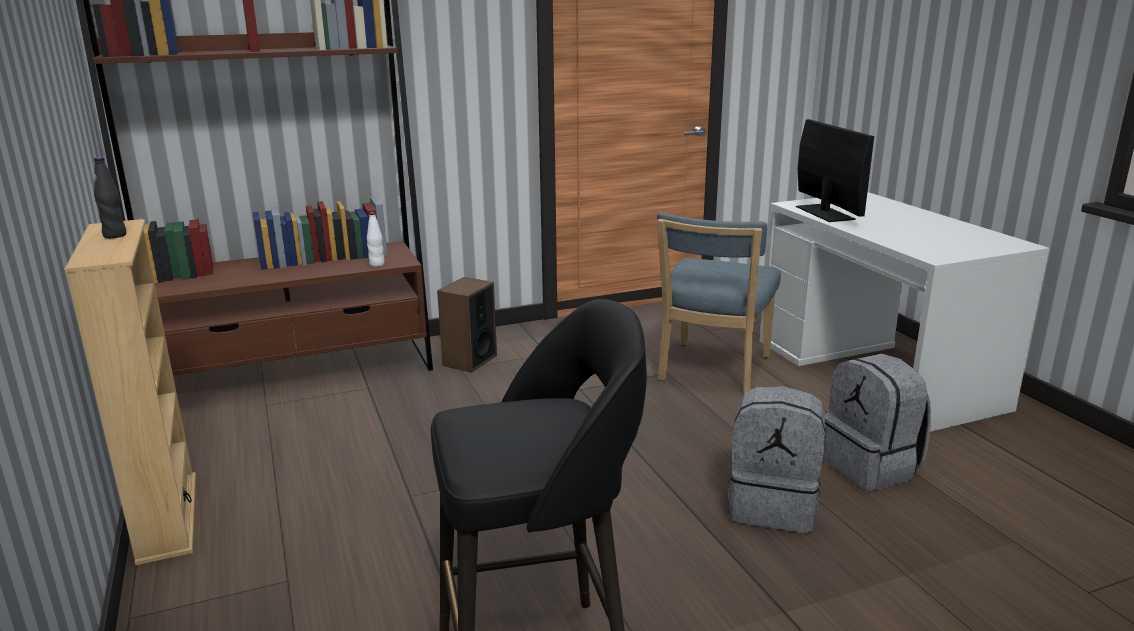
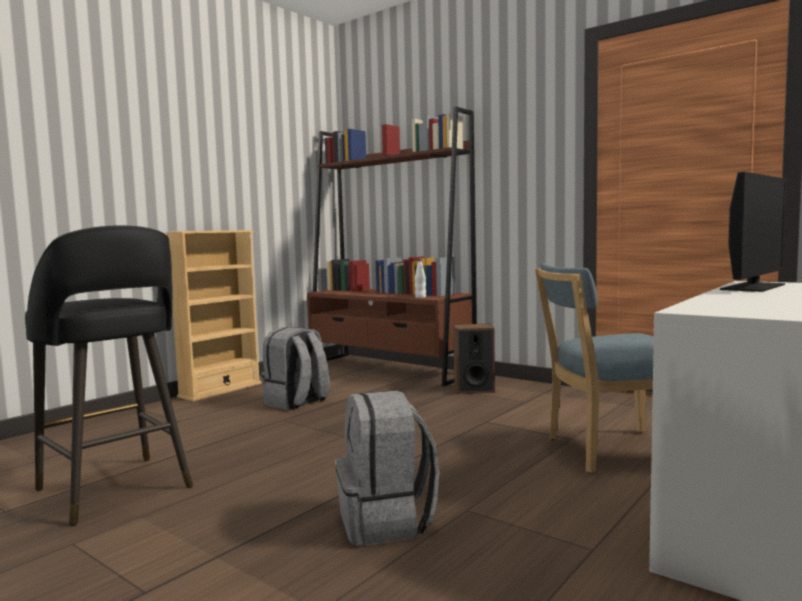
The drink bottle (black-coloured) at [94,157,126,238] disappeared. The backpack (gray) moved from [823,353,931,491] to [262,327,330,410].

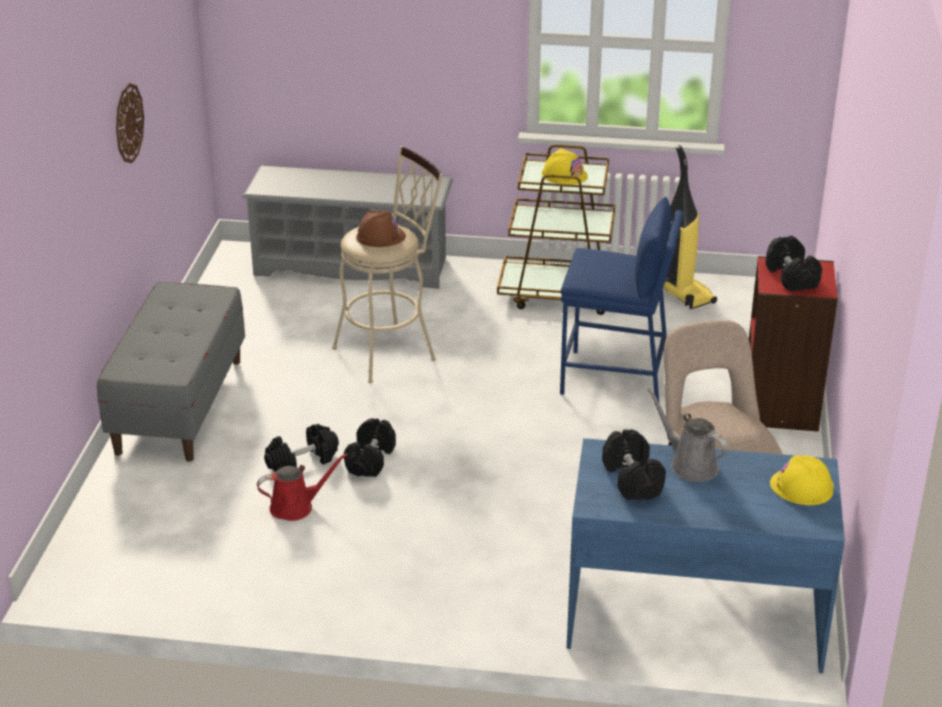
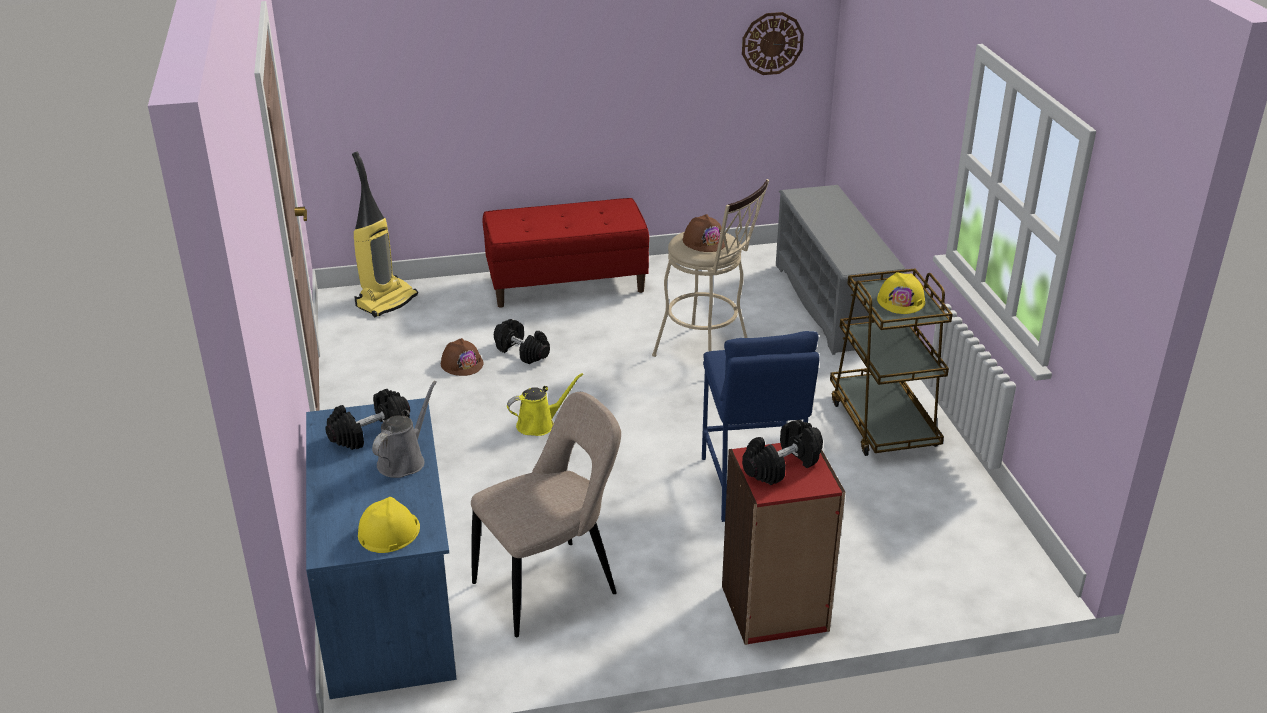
The long seat (gray) at [97,282,245,462] became the long seat (red) at [483,198,649,308]. The hanging clock moved from [116,83,144,163] to [742,12,804,75]. The sprinkling can (red) at [257,453,348,521] was replaced by the work helmet (brown) at [441,338,483,376]. The free weight (black-coloured) at [344,418,396,477] disappeared. The vacuum cleaner moved from [663,145,717,309] to [352,152,418,317]. The sprinkling can (yellowish) at [507,373,583,436] appeared.

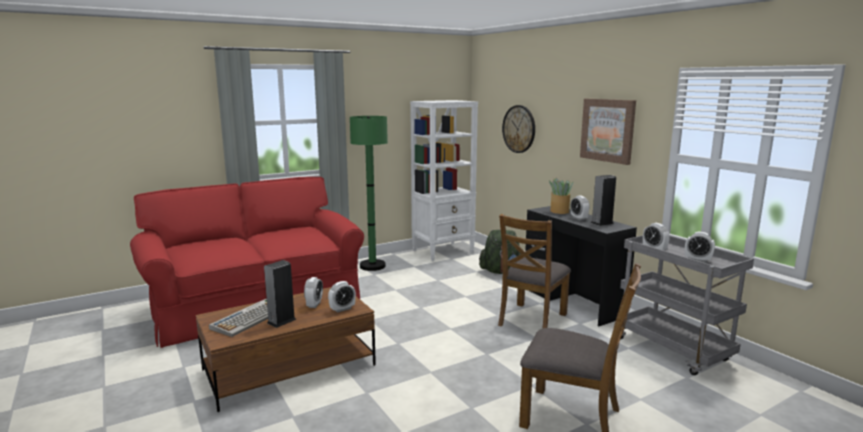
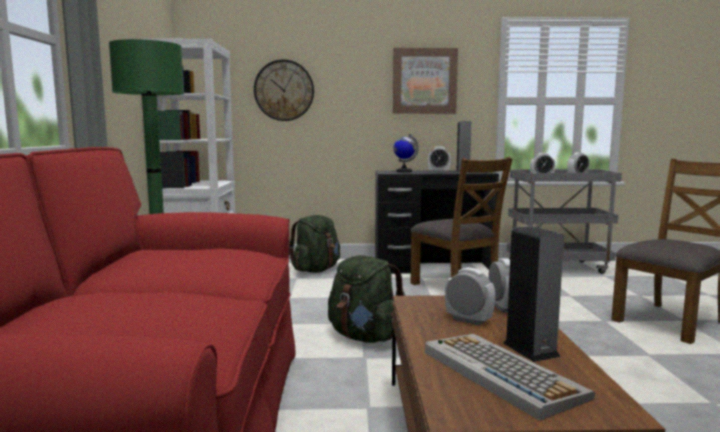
The plant in a pot at [549,177,574,214] was replaced by the world globe at [394,134,419,172]. The backpack (green-coloured) at [328,255,406,343] appeared.

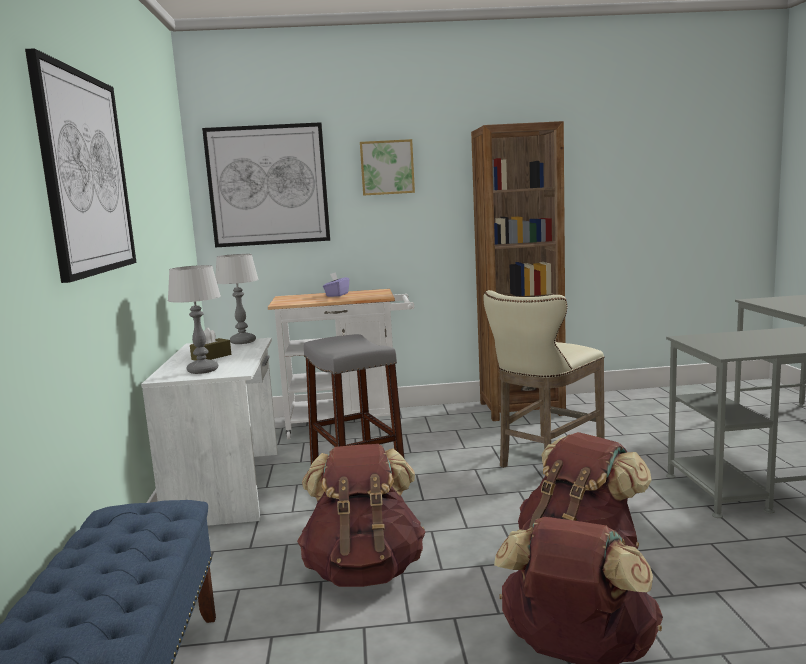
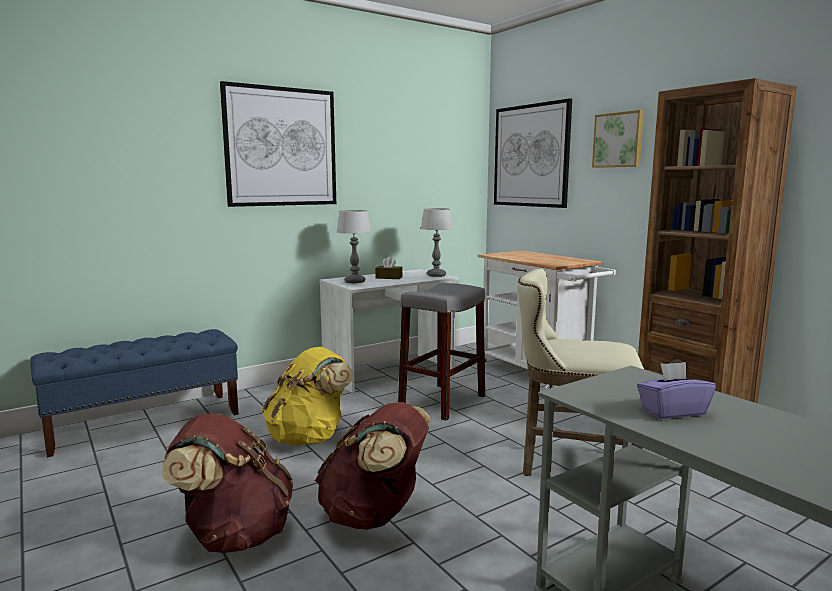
The backpack (brown) at [297,444,425,587] became the backpack (yellowish) at [262,347,354,446]. The tissue box (purple-coloured) moved from [323,272,349,297] to [637,362,716,419].

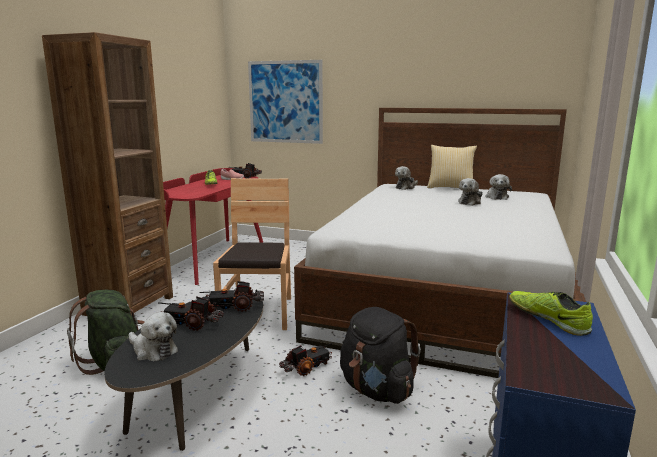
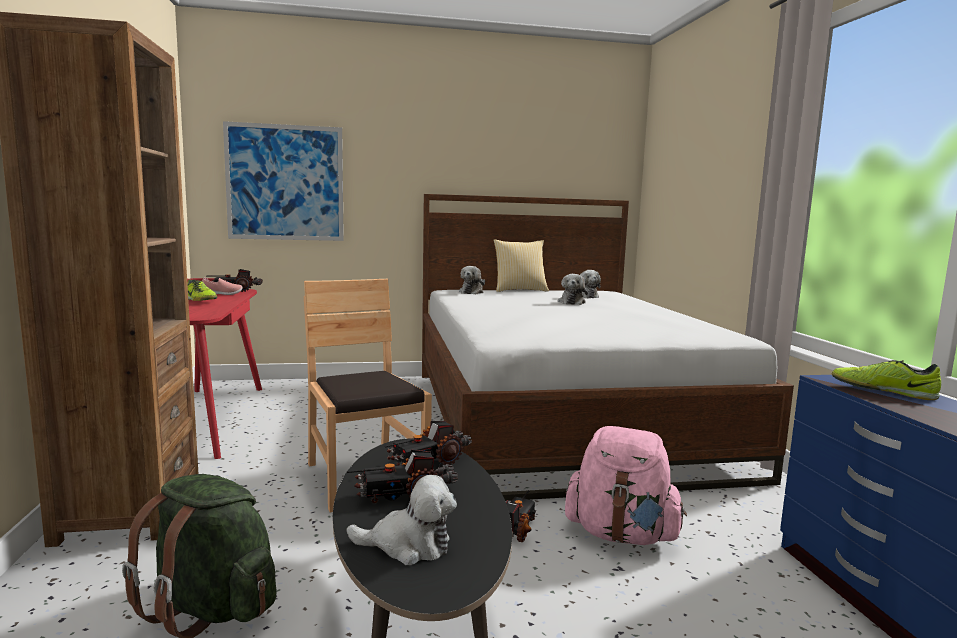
The backpack (black-coloured) at [340,307,421,404] became the backpack (pinkish) at [565,426,687,545].

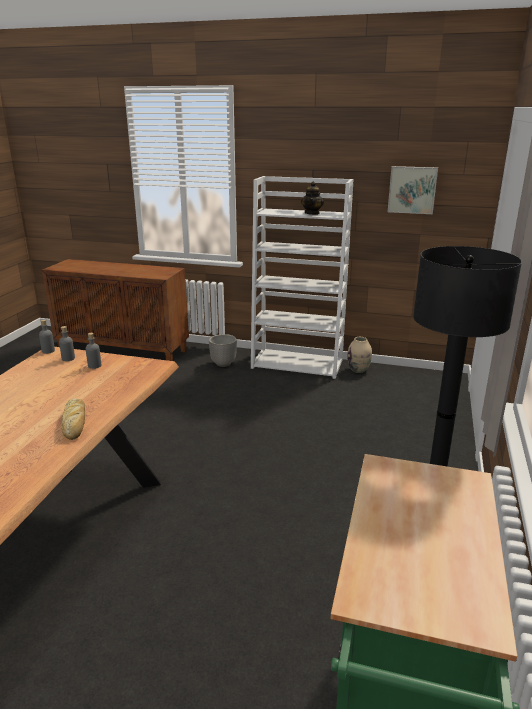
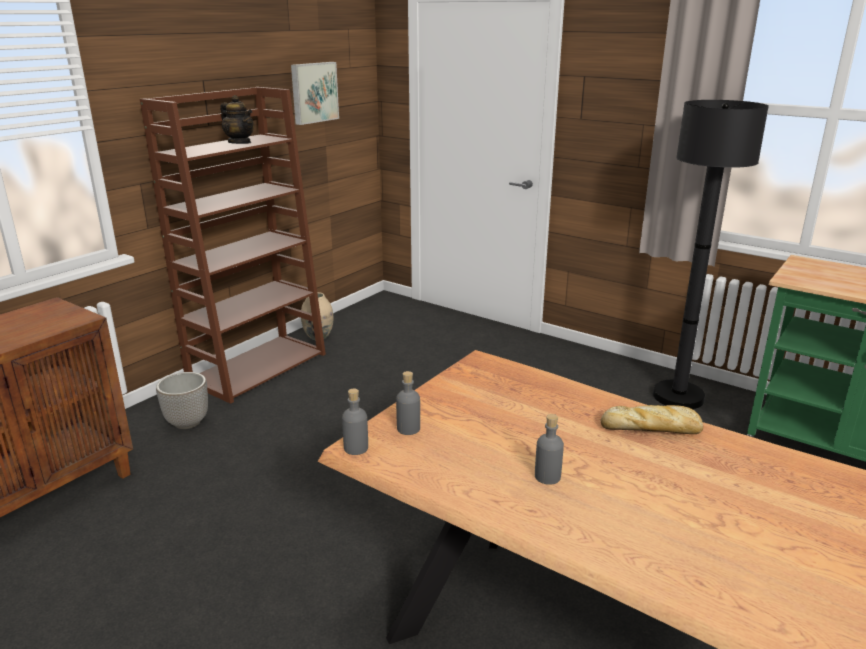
The drink bottle (gray) moved from [86,333,101,369] to [535,414,564,485]. The shelving unit (whitish) at [251,176,354,379] became the shelving unit (brown) at [140,87,326,404].

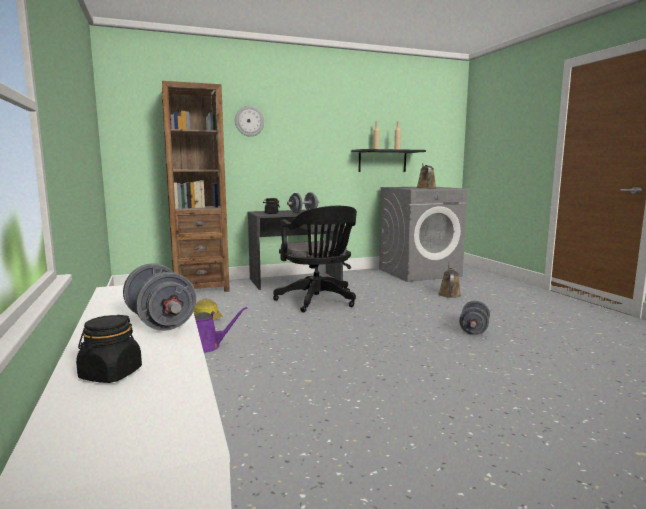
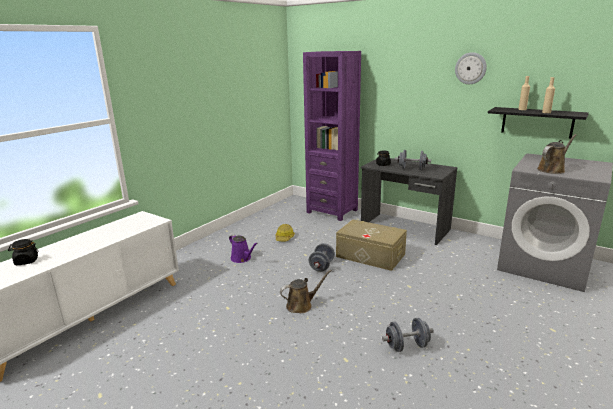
The free weight (gray) moved from [123,263,197,331] to [309,243,335,272]. The shelving unit (brown) at [161,81,230,292] became the shelving unit (purple-coloured) at [303,51,361,221]. The hanging clock moved from [235,106,264,137] to [455,52,487,84]. The office chair (black-coloured) at [273,206,357,312] was replaced by the storage box (beige-coloured) at [336,219,407,271]. The sprinkling can (brown) moved from [438,261,461,298] to [280,270,332,313].

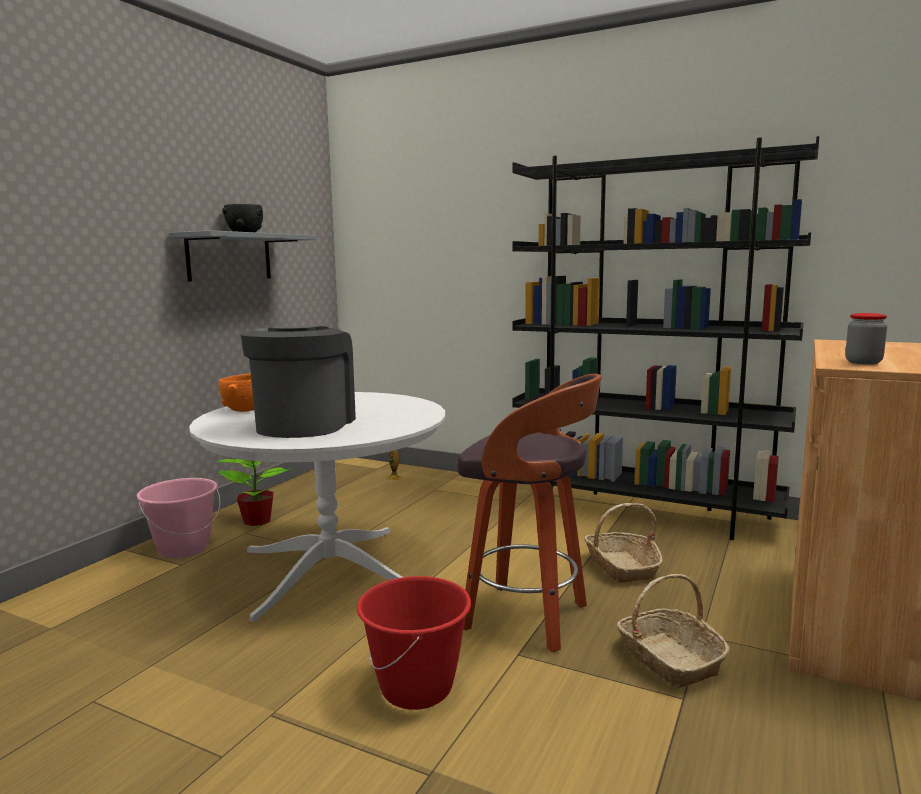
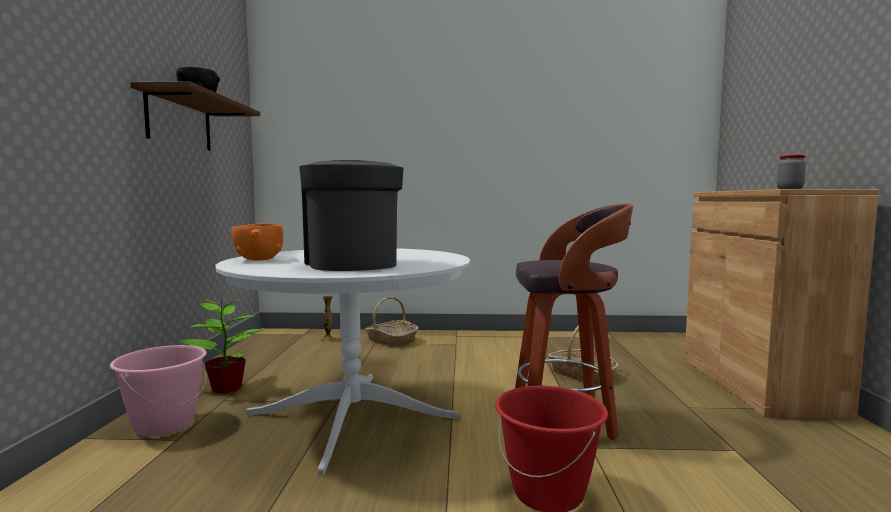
The wall shelf (gray) at [169,230,315,282] became the wall shelf (brown) at [130,81,260,151]. The shelving unit (black-coloured) at [512,136,819,540] disappeared. The basket moved from [617,574,730,688] to [365,297,419,347].

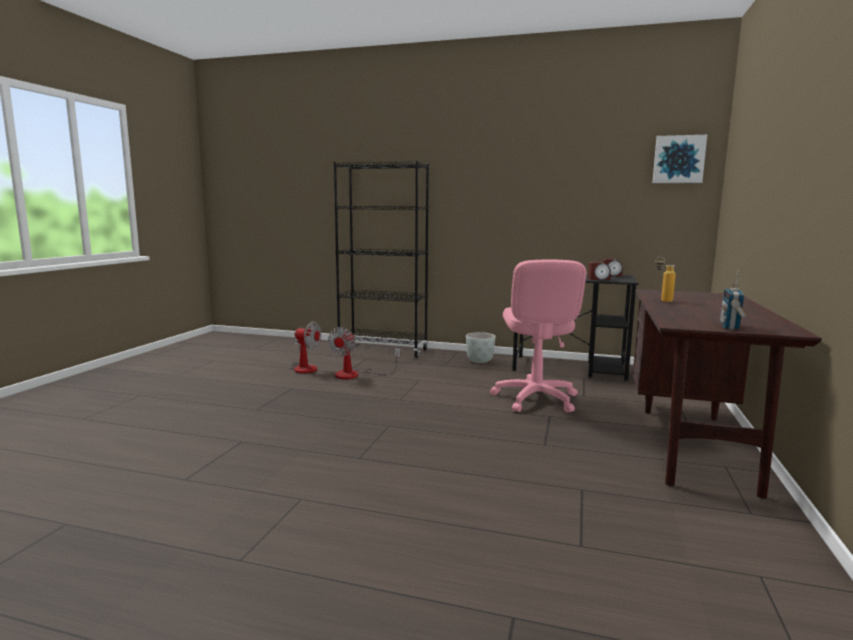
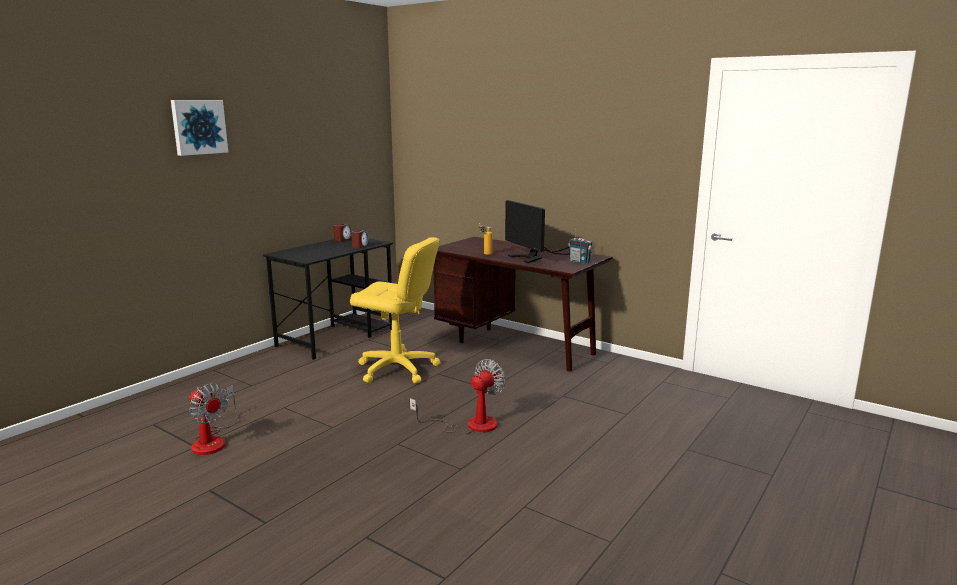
The electric fan moved from [290,321,322,373] to [410,359,506,434]. The shelving unit (black-coloured) at [333,161,429,358] disappeared. The flower pot (gray) at [466,332,496,363] disappeared. The office chair (pinkish) at [490,259,586,412] became the office chair (yellowish) at [350,237,440,384]. The wall art moved from [652,135,707,183] to [171,100,228,156]. The computer display at [505,200,570,263] appeared.

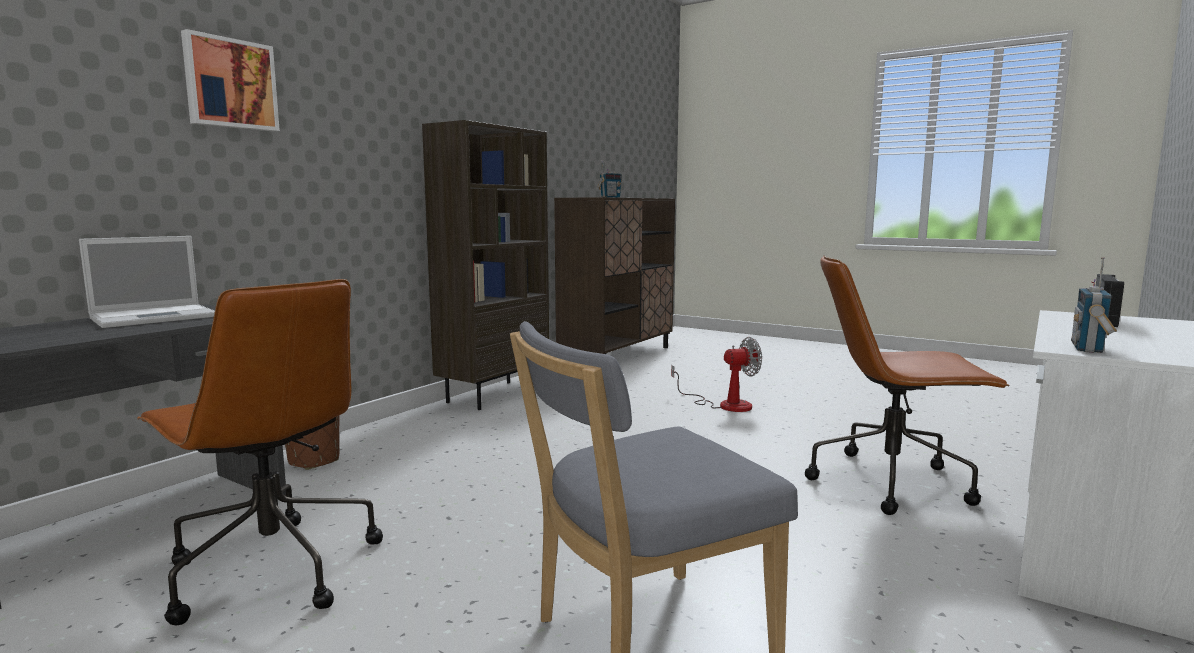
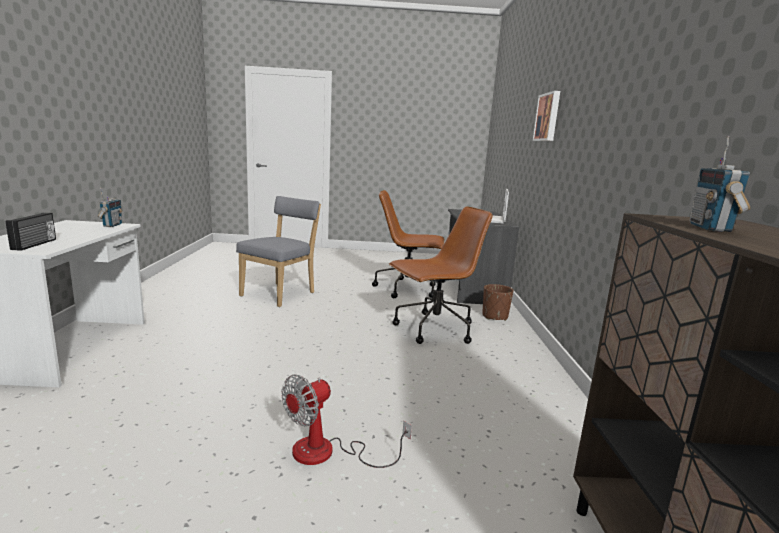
The shelving unit (brown) at [422,120,549,410] disappeared. The office chair (brown) moved from [805,255,1010,515] to [389,206,492,344].

